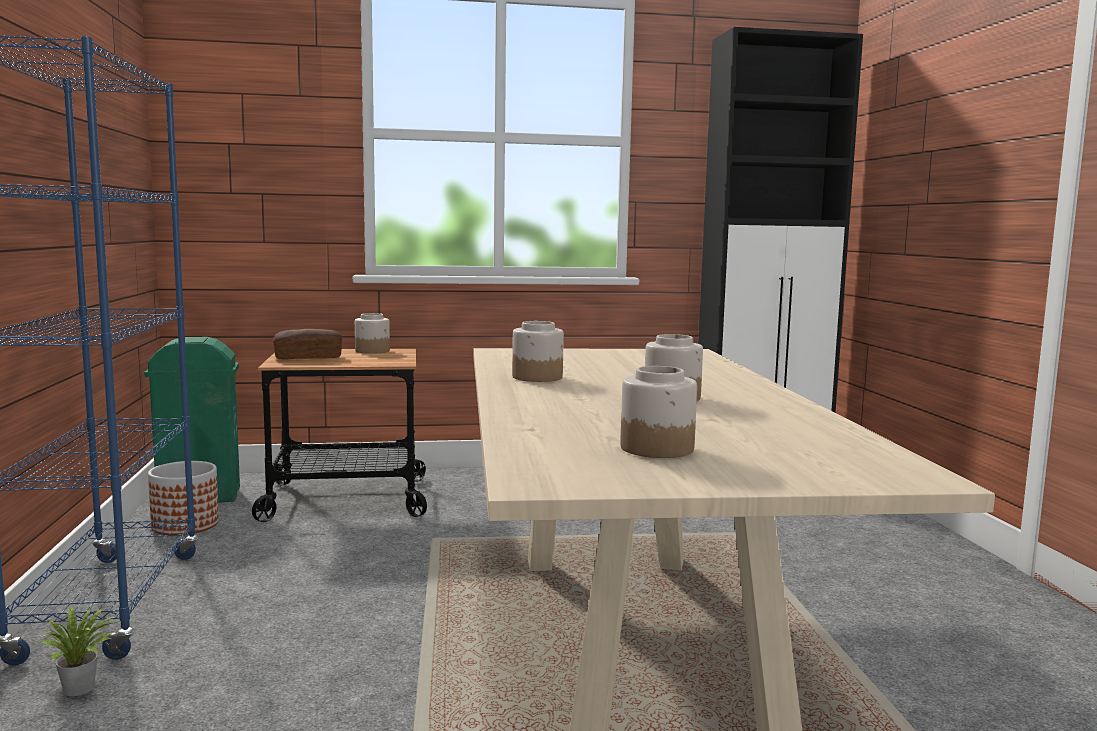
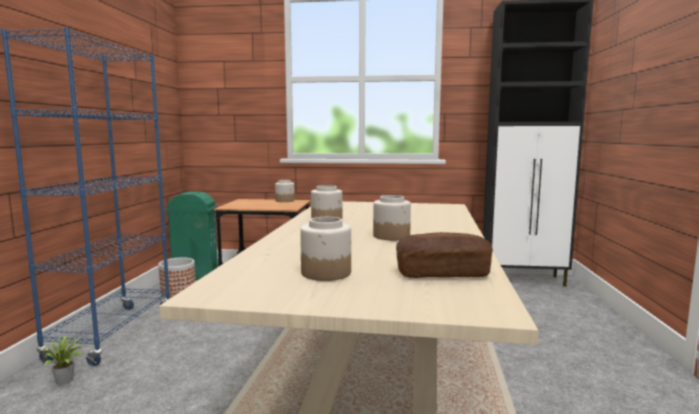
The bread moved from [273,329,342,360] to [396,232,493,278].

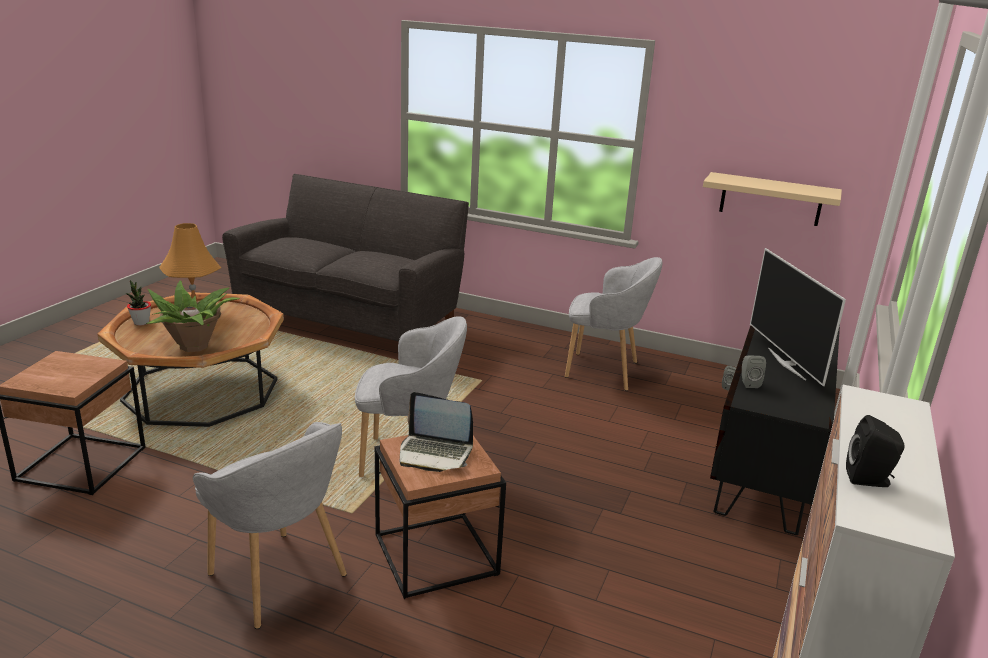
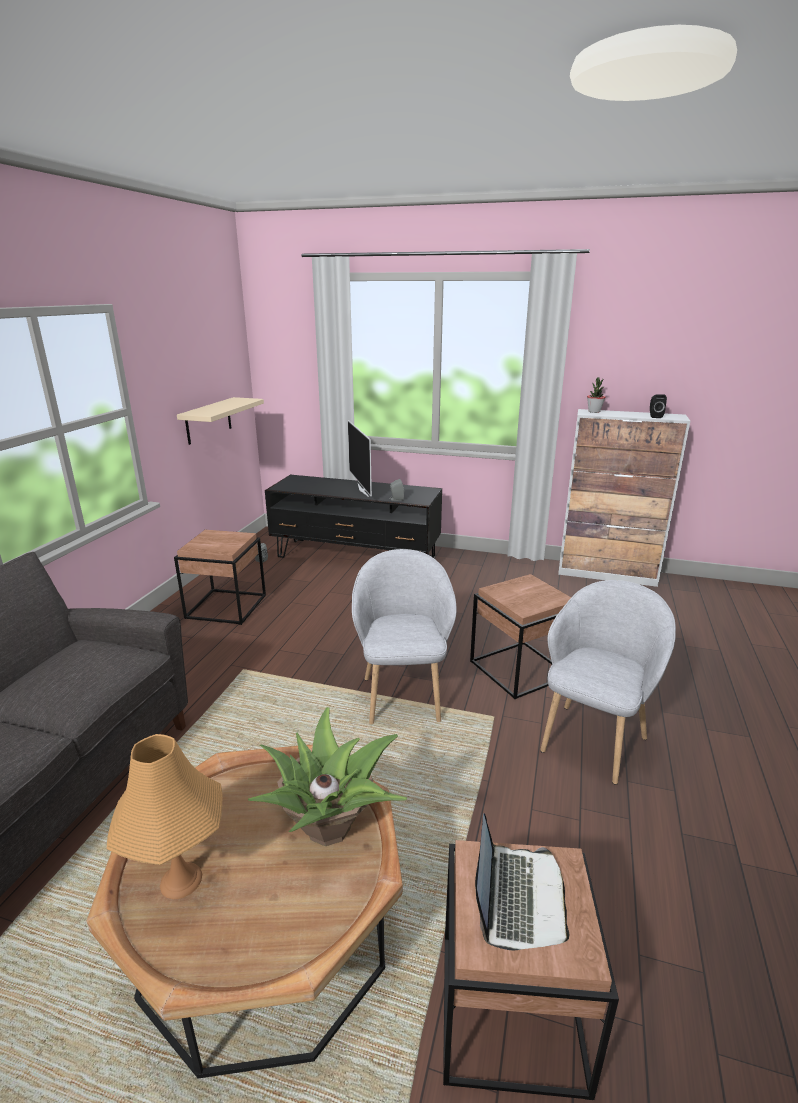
The plant in a pot moved from [126,280,151,326] to [587,377,606,413]. The laptop moved from [400,392,473,472] to [475,814,569,950]. The lounge chair (gray) at [565,257,662,391] was replaced by the accent table (brown) at [174,530,266,625]. The television at [750,248,846,386] turned 90 degrees clockwise.

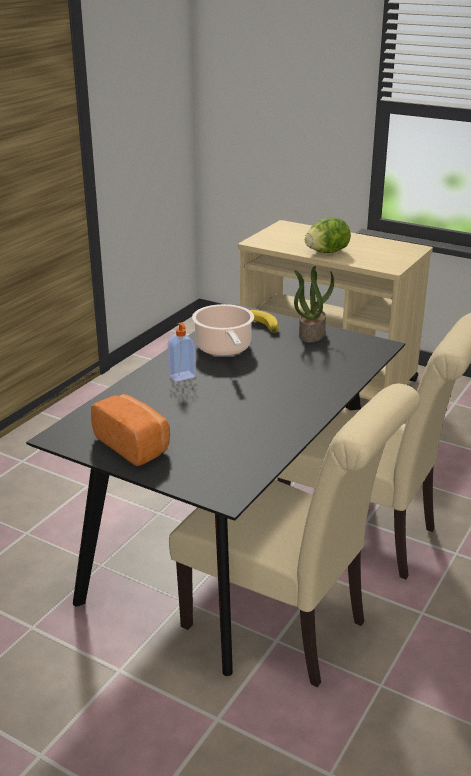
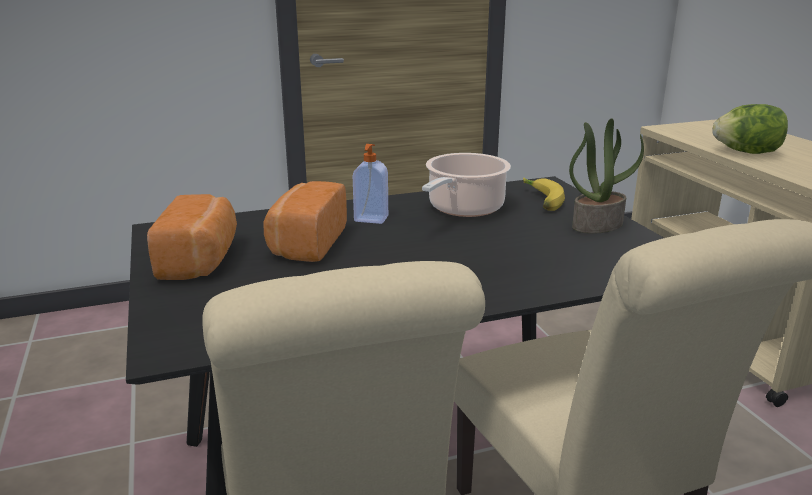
The bread at [264,181,347,262] appeared.

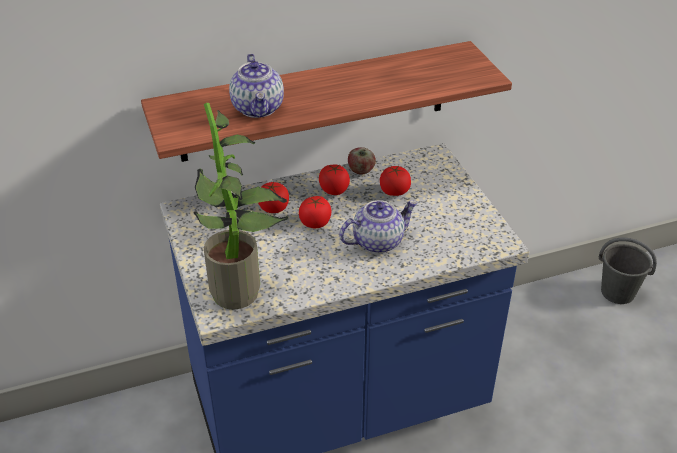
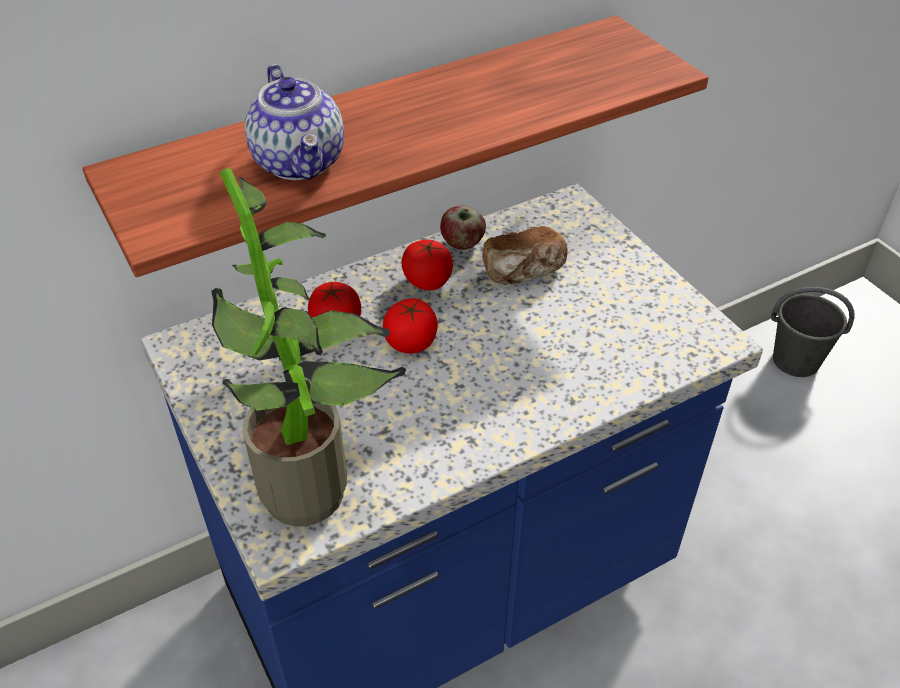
The tea pot at [339,200,418,253] disappeared. The tomato at [380,166,411,196] was replaced by the bread at [482,226,568,284].

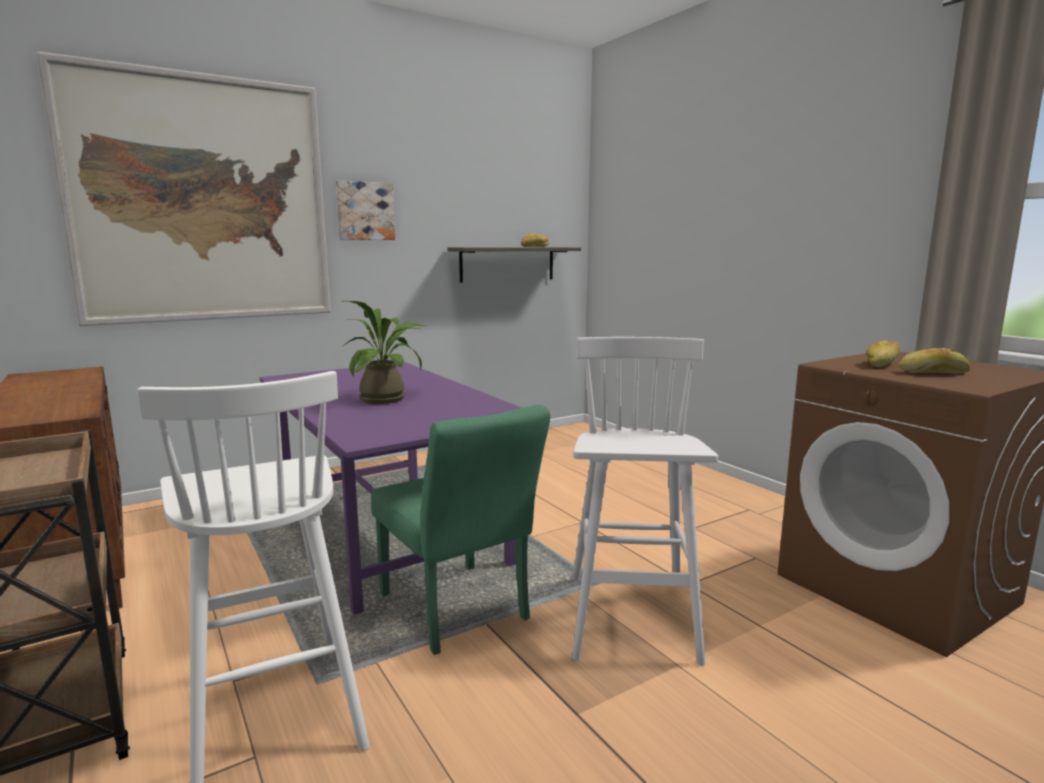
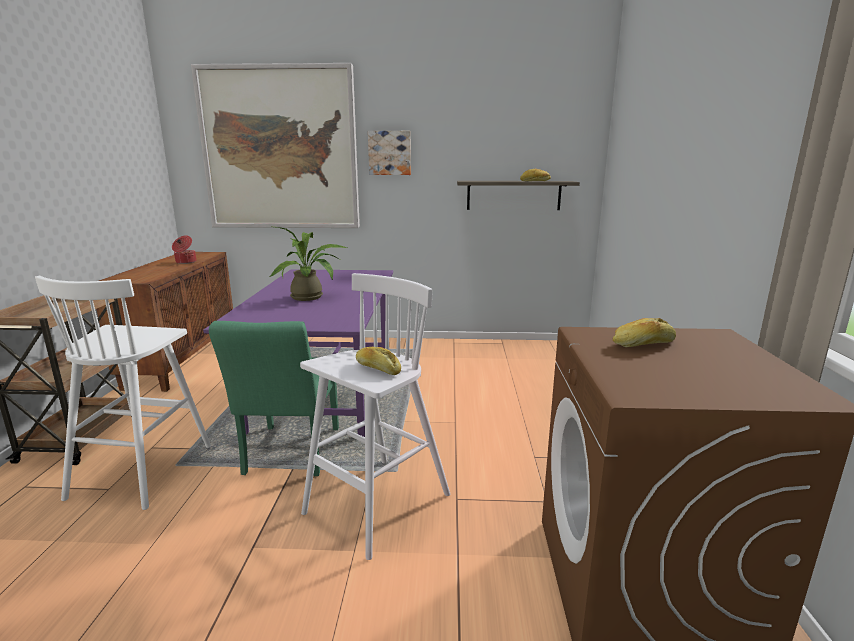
The bread moved from [899,348,970,373] to [356,347,401,375]. The cooking pot at [172,235,196,264] appeared.

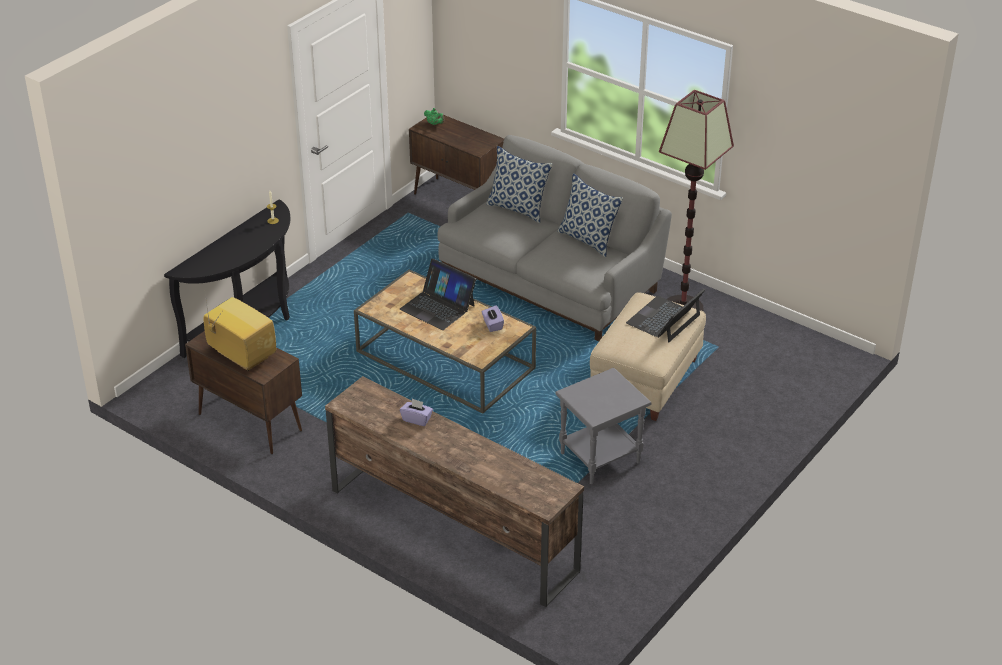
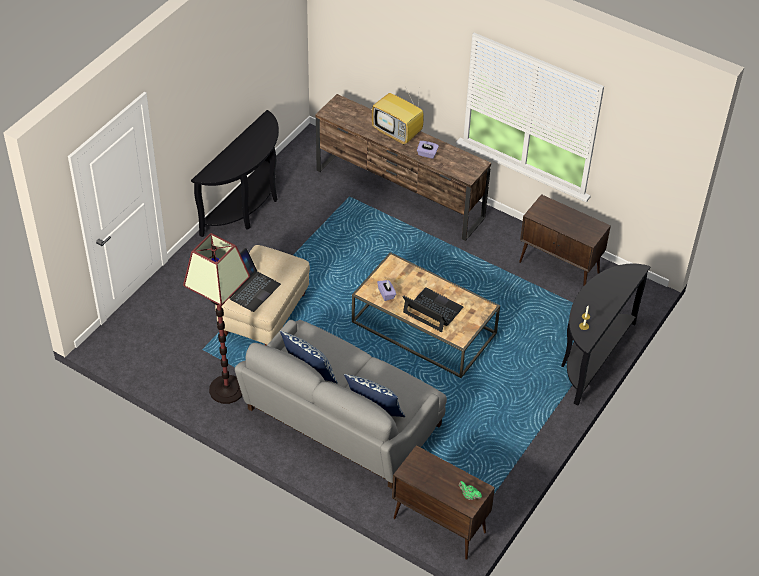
The television moved from [204,294,276,371] to [372,89,424,145]. The accent table (gray) at [555,368,651,484] disappeared. The console table (black-coloured) at [191,110,279,237] appeared.

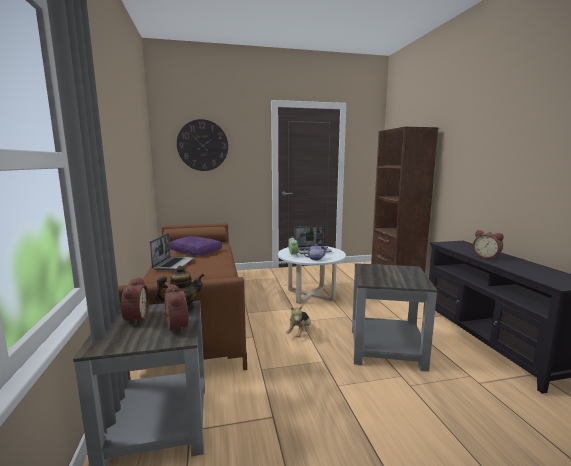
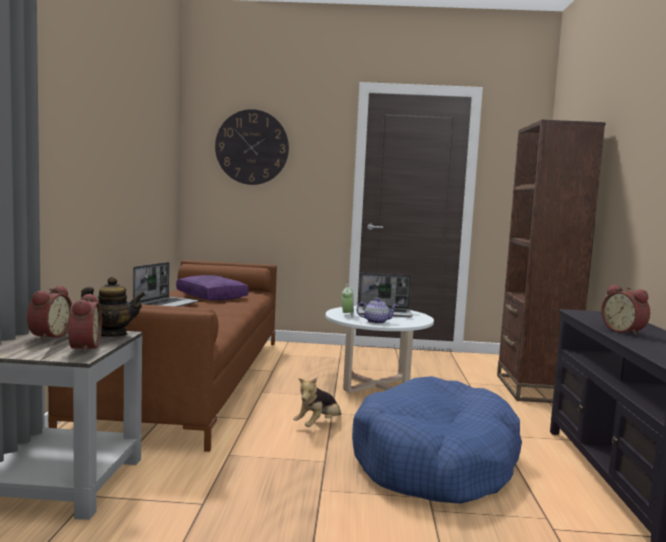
The accent table (gray) at [352,263,437,372] was replaced by the pet bed (bluish) at [352,376,522,504].

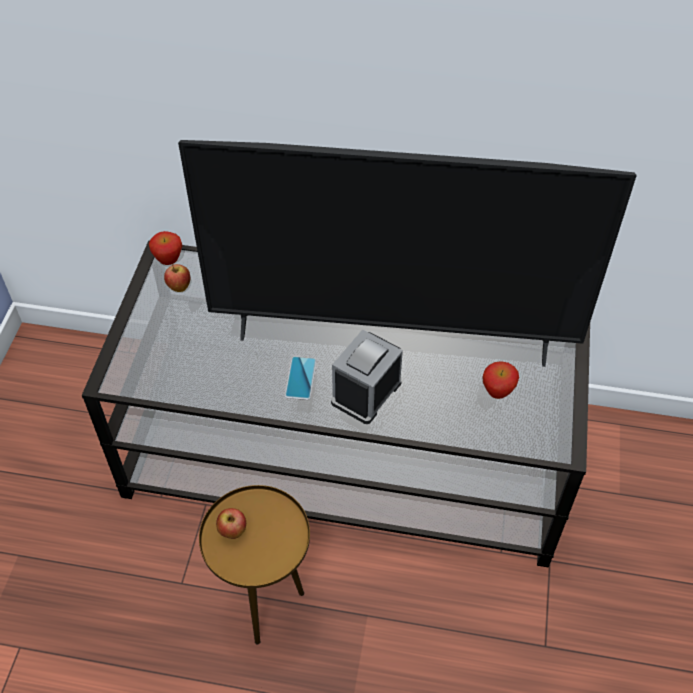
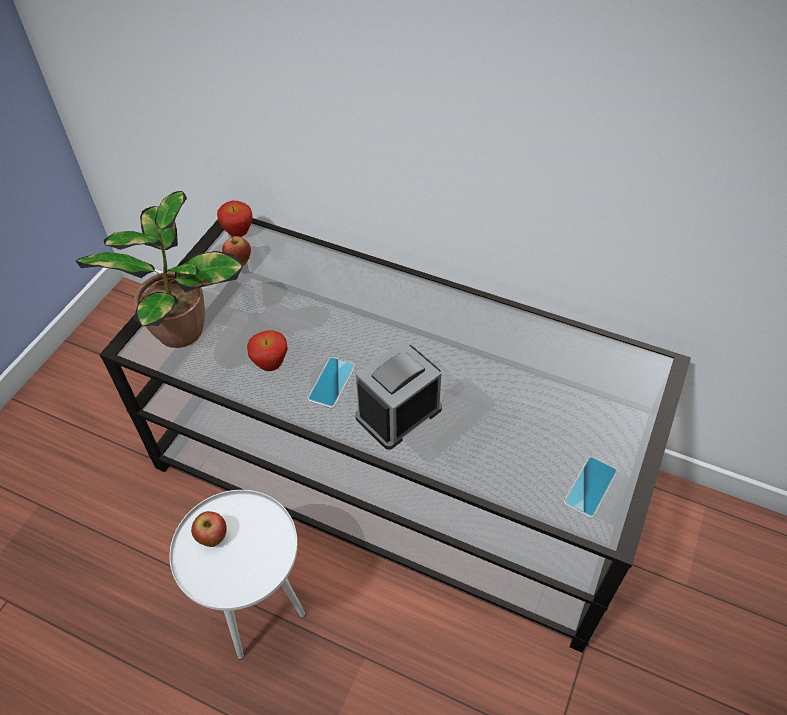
The television at [178,140,637,367] disappeared. The accent table (brown) at [199,485,310,644] became the accent table (whitish) at [170,490,306,660]. The apple moved from [482,361,519,399] to [247,330,288,371]. The plant in a pot at [76,191,243,348] appeared. The handset at [564,456,618,518] appeared.

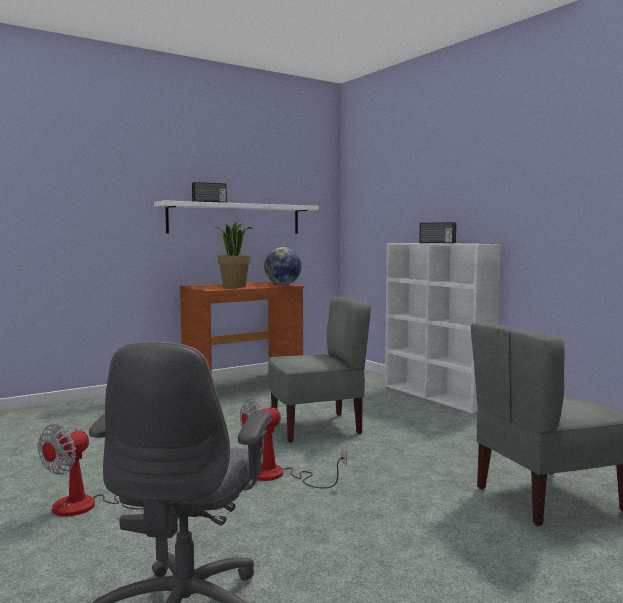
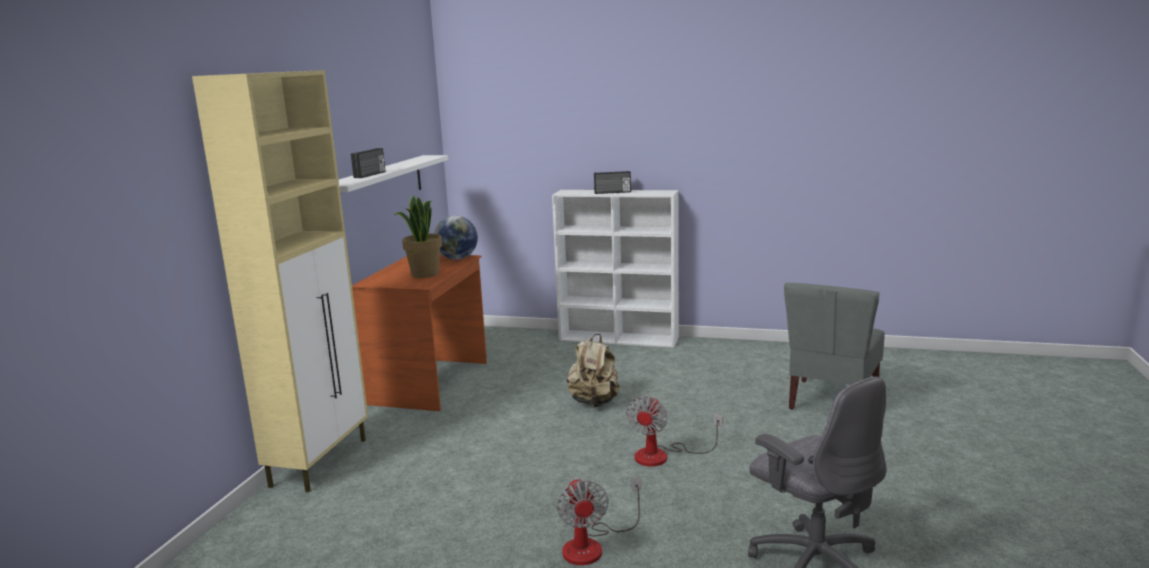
The upright chair (gray) at [268,297,371,443] was replaced by the backpack (beige-coloured) at [567,334,620,408]. The storage cabinet (beige-coloured) at [192,70,368,493] appeared.

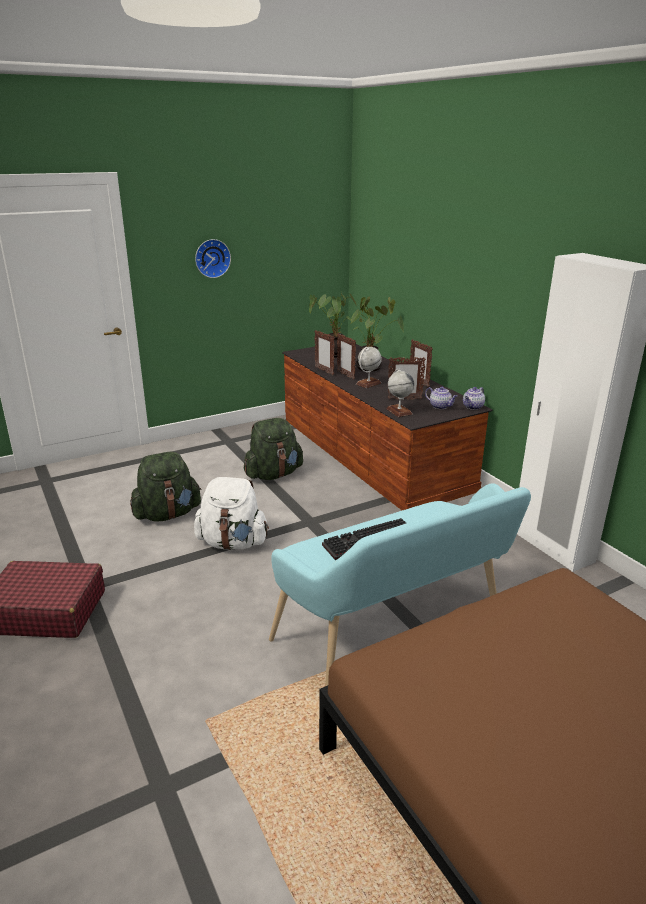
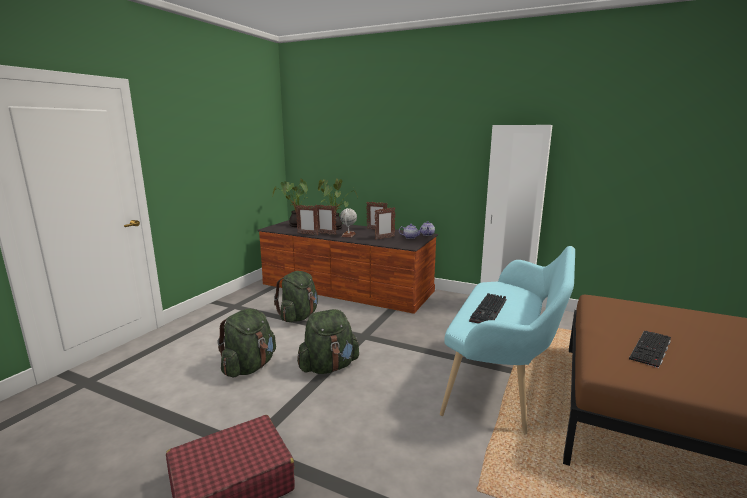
The backpack (whitish) at [194,477,269,550] became the backpack (green-coloured) at [297,309,359,374]. The hanging clock at [195,239,231,278] disappeared. The world globe at [386,369,414,417] disappeared. The PC keyboard at [629,331,671,368] appeared.

